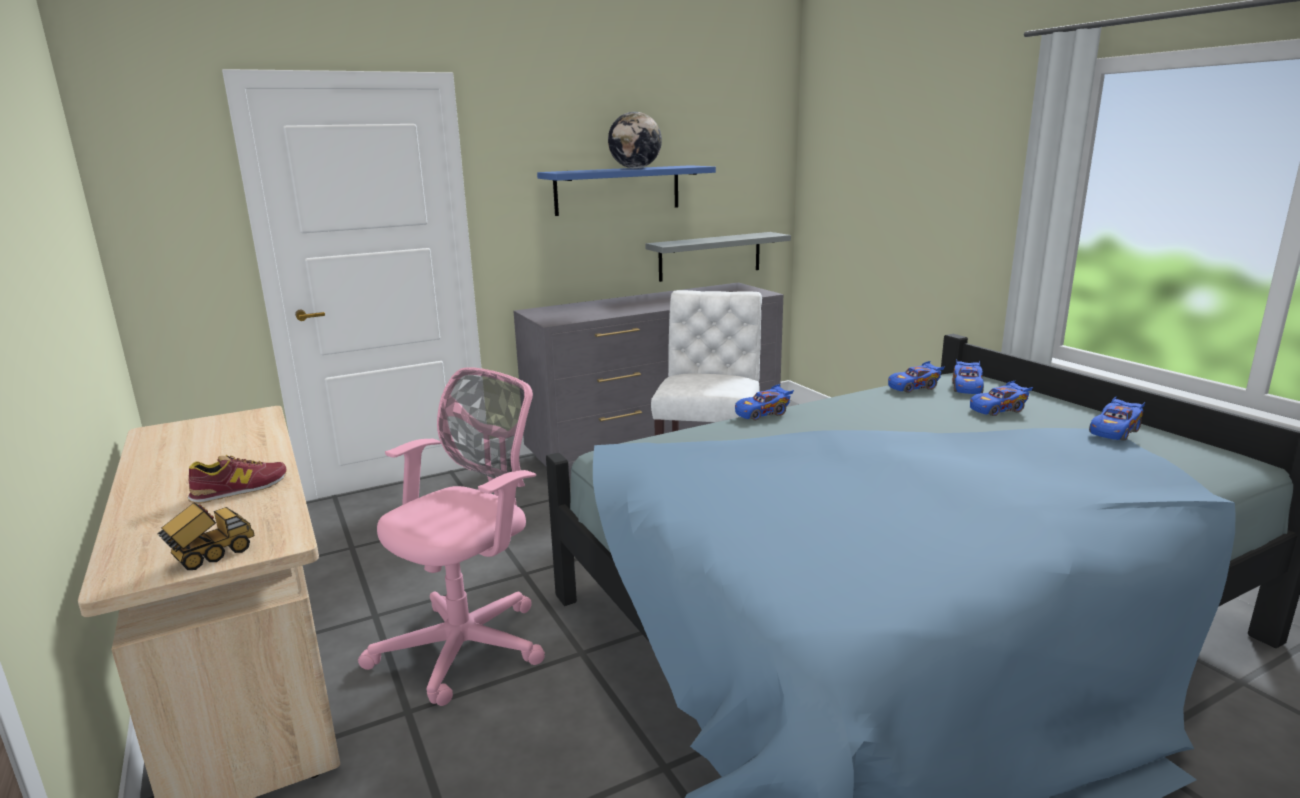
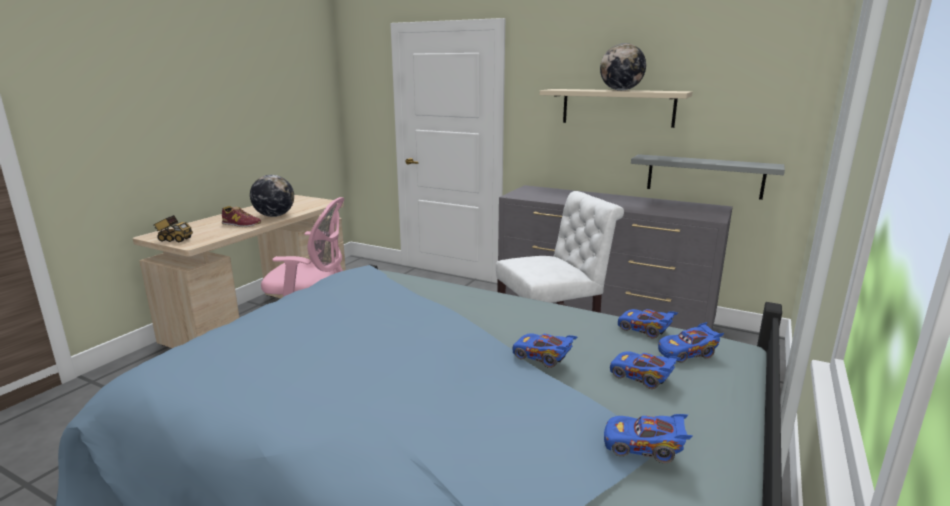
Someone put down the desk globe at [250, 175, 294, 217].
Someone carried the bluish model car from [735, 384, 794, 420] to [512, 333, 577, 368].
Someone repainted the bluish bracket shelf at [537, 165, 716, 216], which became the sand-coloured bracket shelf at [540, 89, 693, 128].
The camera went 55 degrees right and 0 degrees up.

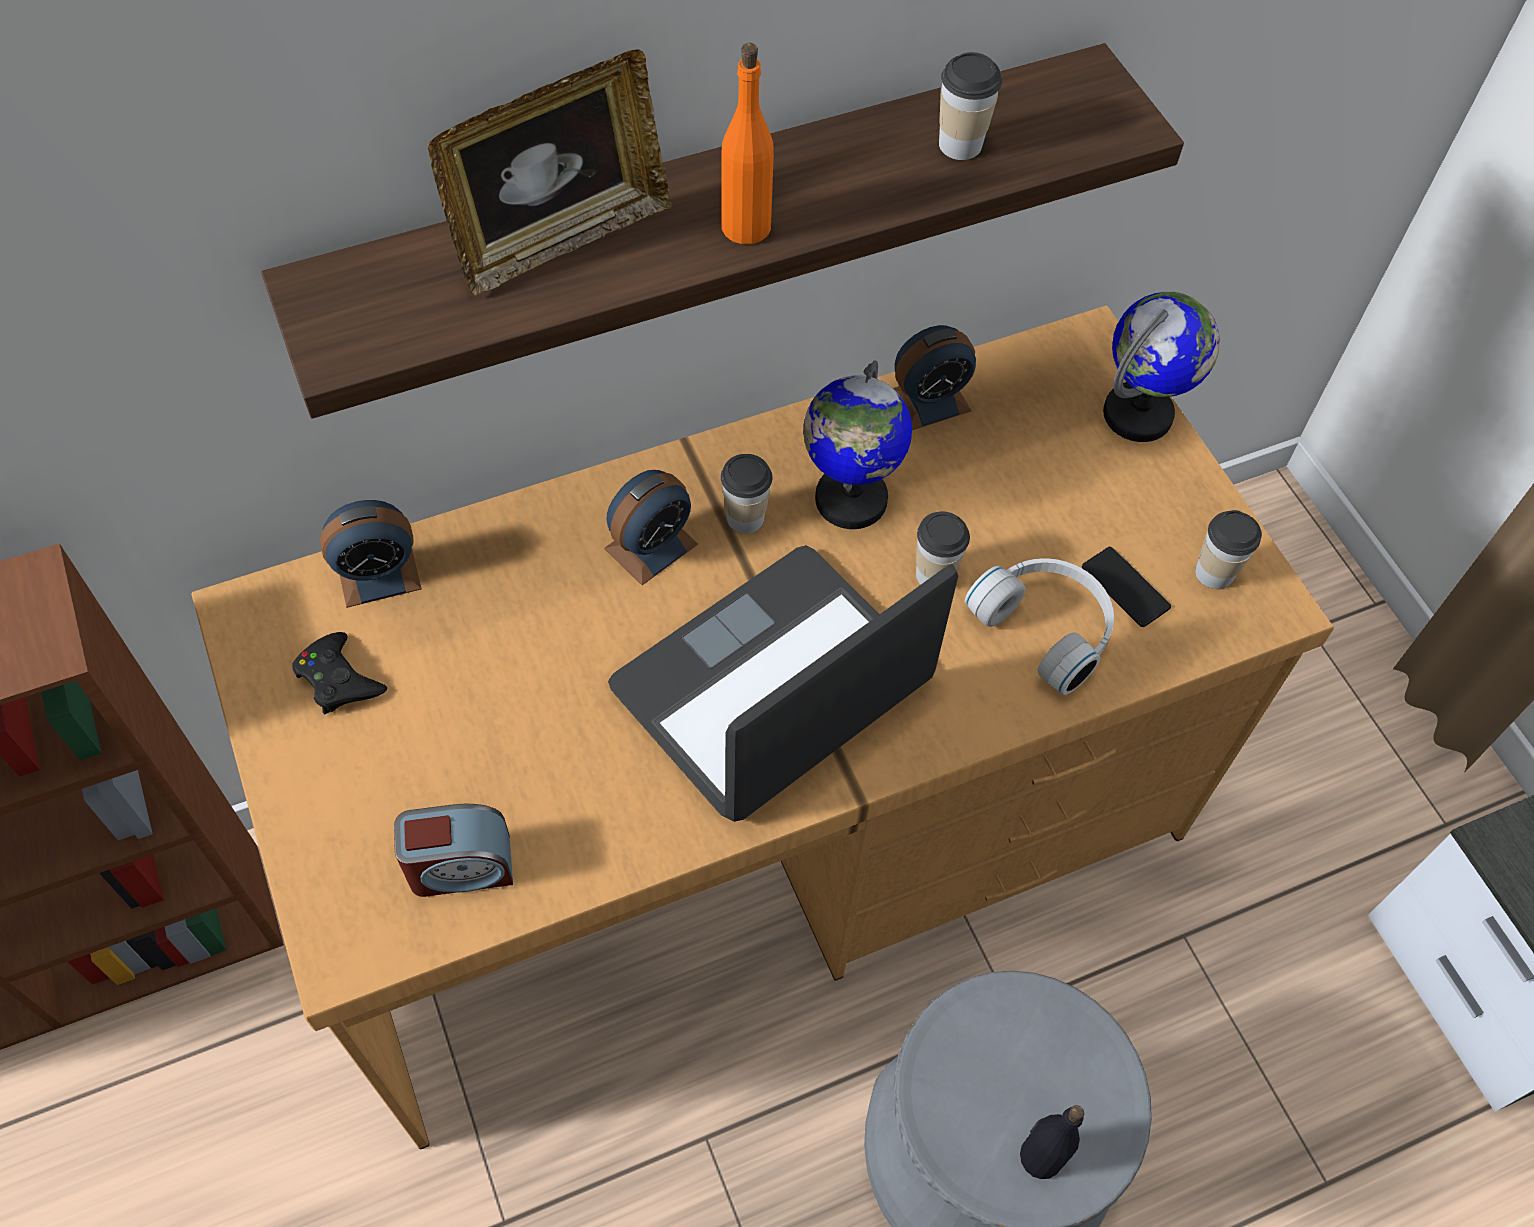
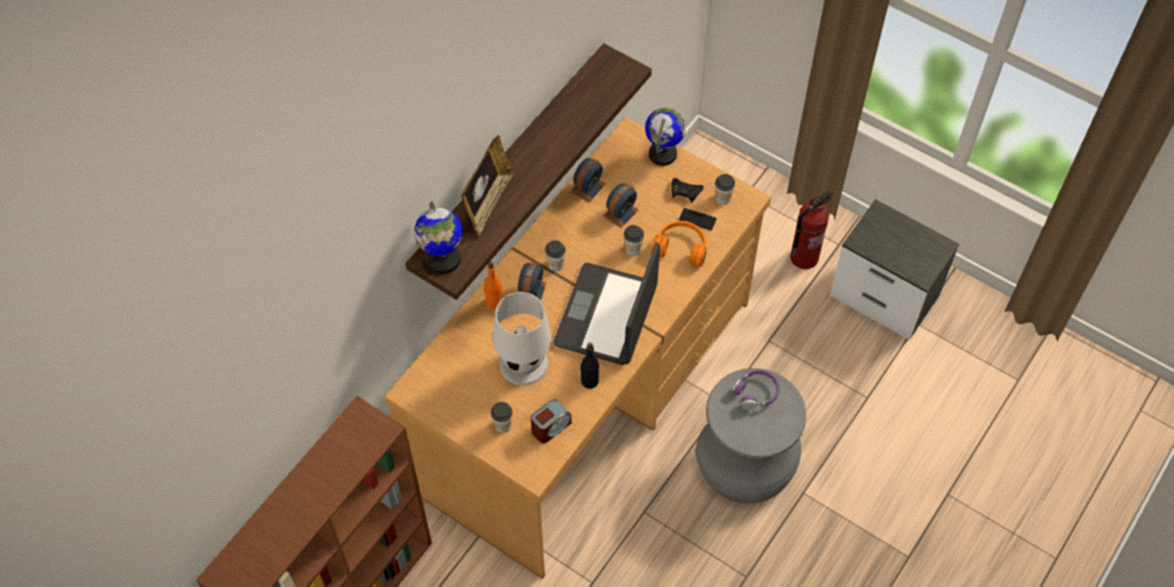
Someone put down the whitish tabletop lamp at [492, 292, 551, 386].
Someone put down the purple headset at [731, 370, 780, 410].
Someone put down the fire extinguisher at [790, 190, 833, 269].
Someone carried the black game controller from [292, 632, 387, 715] to [672, 178, 704, 203].
Someone carried the bedside clock from [320, 500, 422, 608] to [604, 183, 639, 228].
Someone carried the orange-coloured bottle from [722, 43, 774, 244] to [484, 262, 503, 310].
Someone carried the desk globe from [803, 360, 912, 529] to [414, 201, 463, 274].
Someone carried the small cup from [939, 52, 1002, 160] to [491, 402, 512, 433].
Someone carried the black bottle from [1020, 1105, 1084, 1179] to [580, 343, 599, 389].
Someone repainted the whitish headset at [965, 558, 1114, 695], which became the orange-coloured headset at [651, 221, 707, 266].
The camera went 30 degrees left and 0 degrees up.

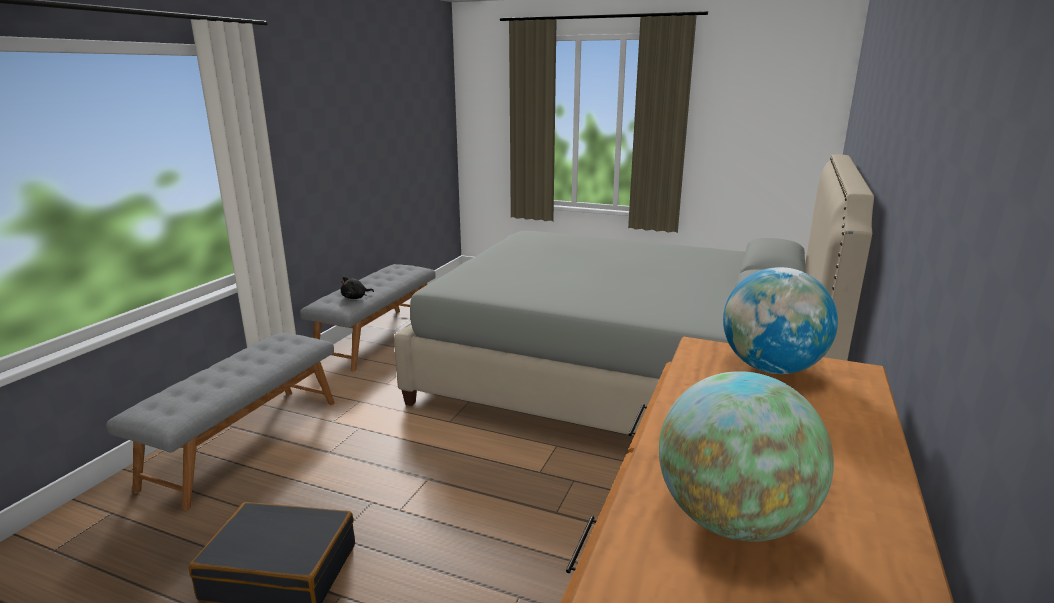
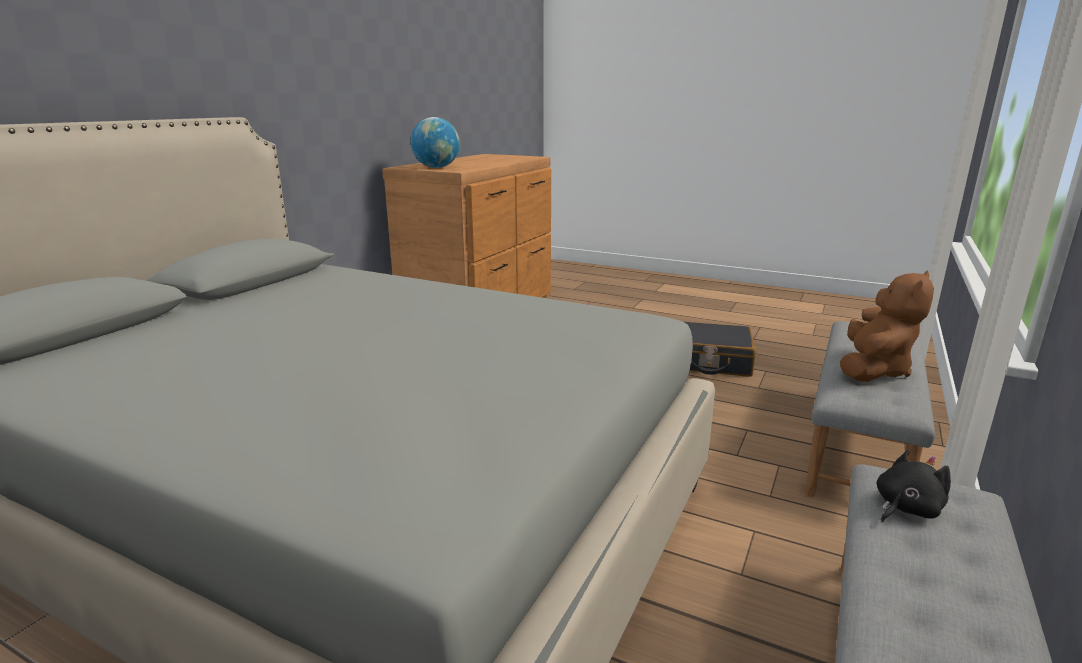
Someone took away the desk globe at [659, 371, 834, 542].
Someone put down the brown-coloured soft toy at [840, 271, 934, 382].
The camera went 175 degrees left and 0 degrees up.

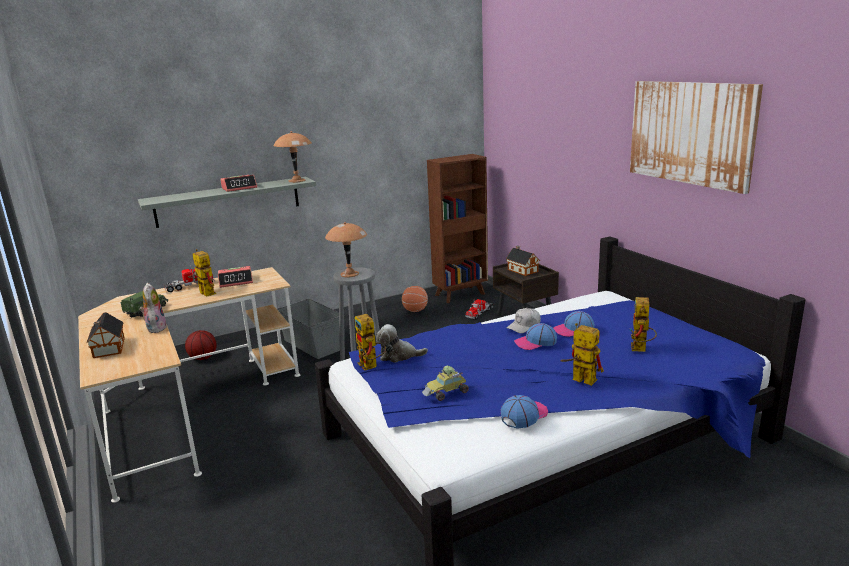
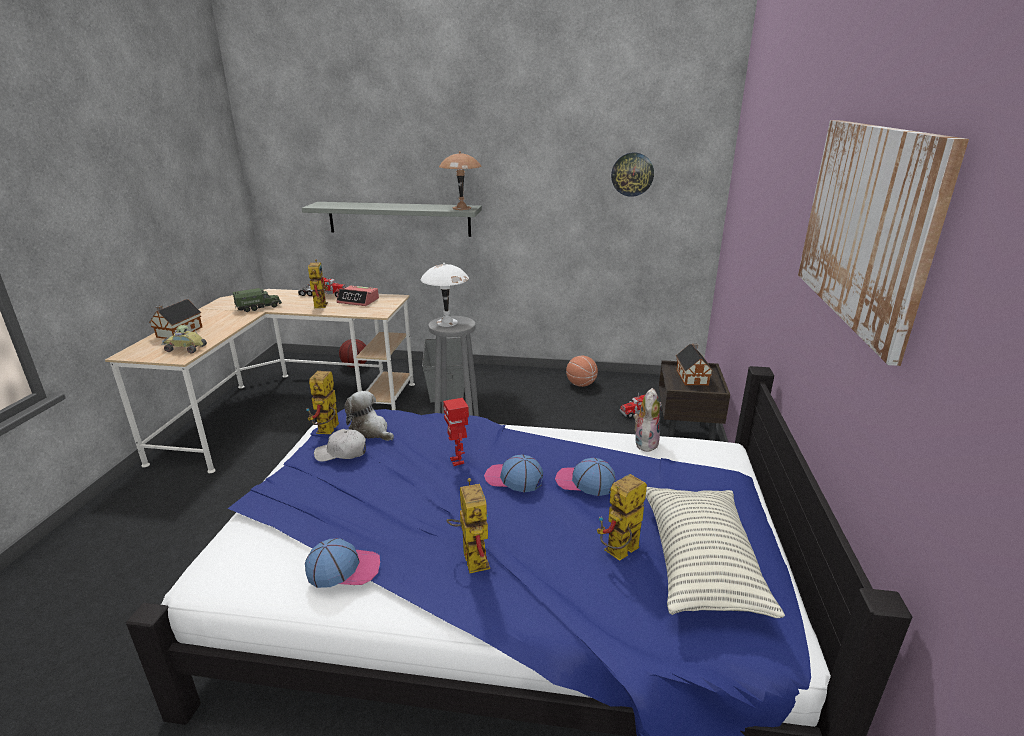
Someone took away the bedside clock at [220, 175, 257, 192].
Someone took away the brown-coloured bookshelf at [427, 154, 488, 303].
Someone put down the toy robot at [443, 398, 469, 466].
Someone put up the clock on the wall at [611, 152, 654, 197].
Someone put down the cushion at [646, 487, 785, 618].
Someone carried the soft toy from [139, 283, 167, 333] to [632, 388, 660, 452].
Someone carried the model car from [422, 366, 469, 401] to [161, 325, 207, 354].
Someone carried the whitish cap from [507, 308, 541, 333] to [314, 429, 366, 462].
Someone repainted the brown-coloured tabletop lamp at [325, 222, 367, 278], which became the whitish tabletop lamp at [421, 263, 469, 327].
The camera went 35 degrees right and 5 degrees up.

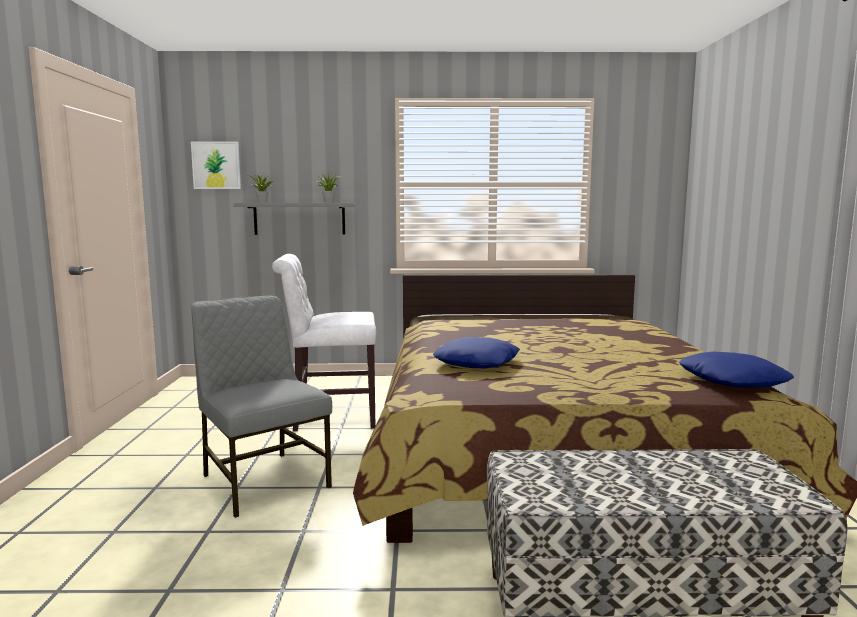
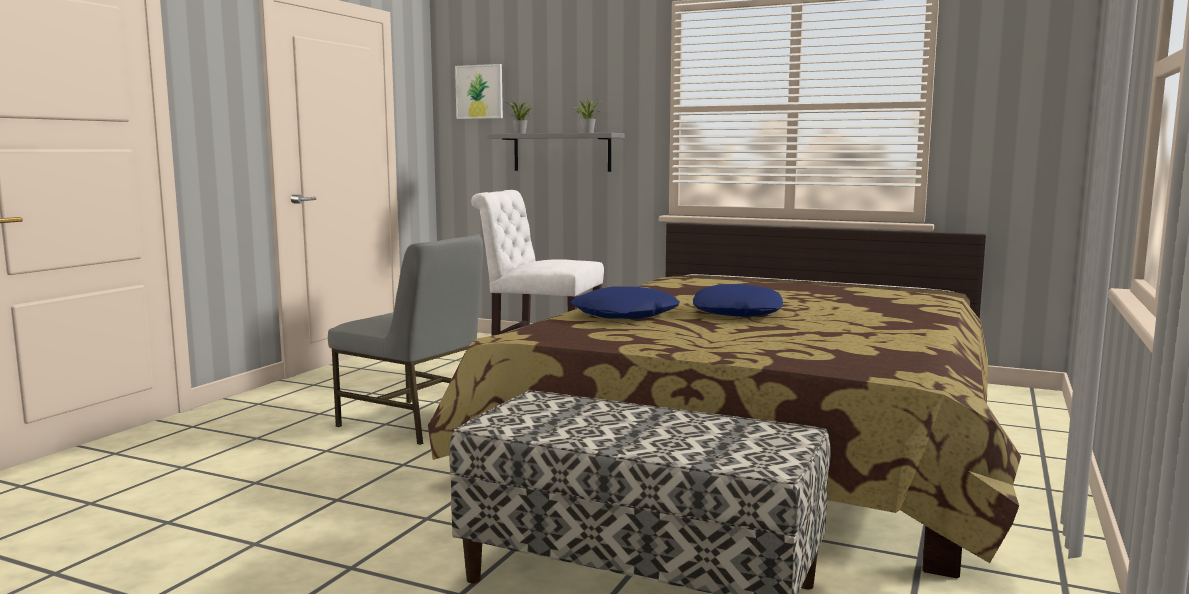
Someone carried the bluish cushion from [679, 351, 794, 388] to [693, 284, 784, 317].
Someone rotated the grey plain chair at [191, 296, 332, 518] by 135 degrees clockwise.
The camera went 25 degrees right and 0 degrees up.

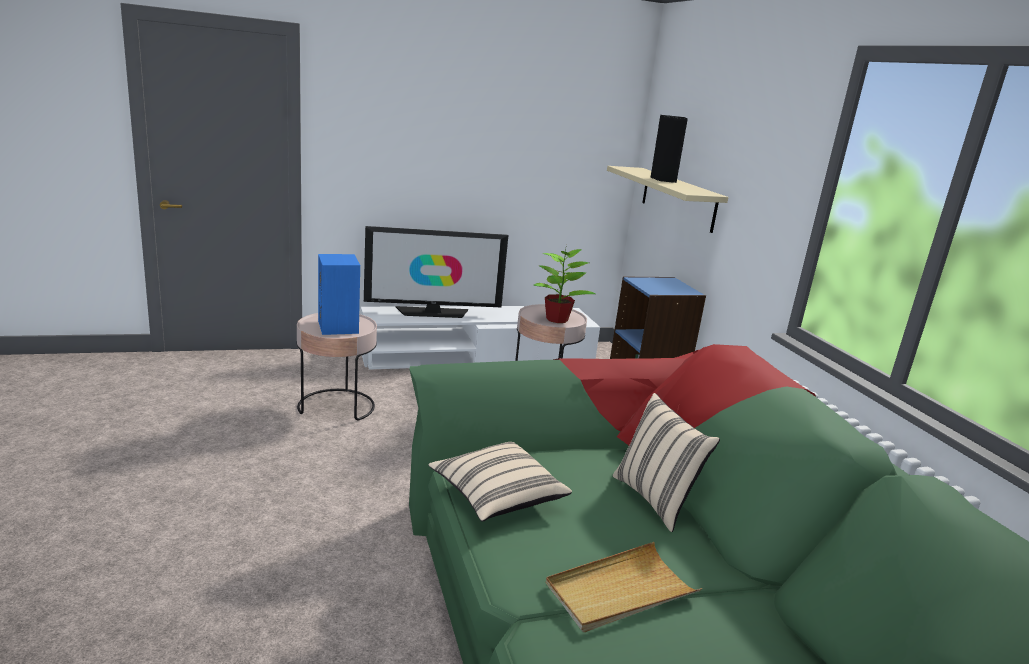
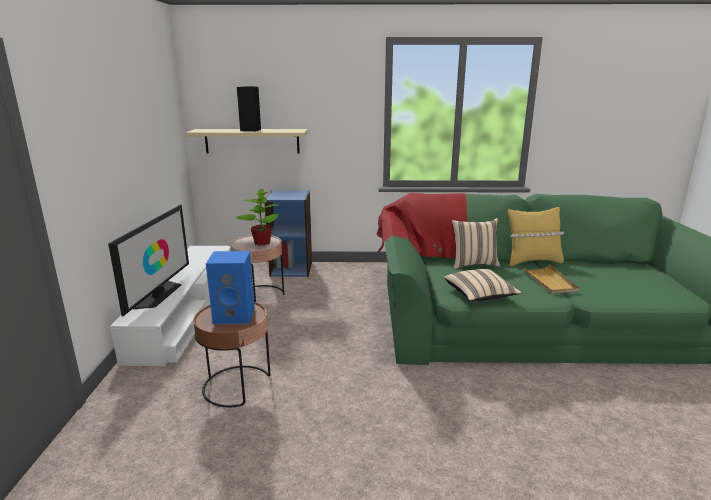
Someone put down the yellowish cushion at [508, 207, 564, 266].
Someone repainted the pinkish accent table at [297, 313, 377, 420], which became the brown-coloured accent table at [193, 302, 270, 407].
The camera went 70 degrees left and 0 degrees up.

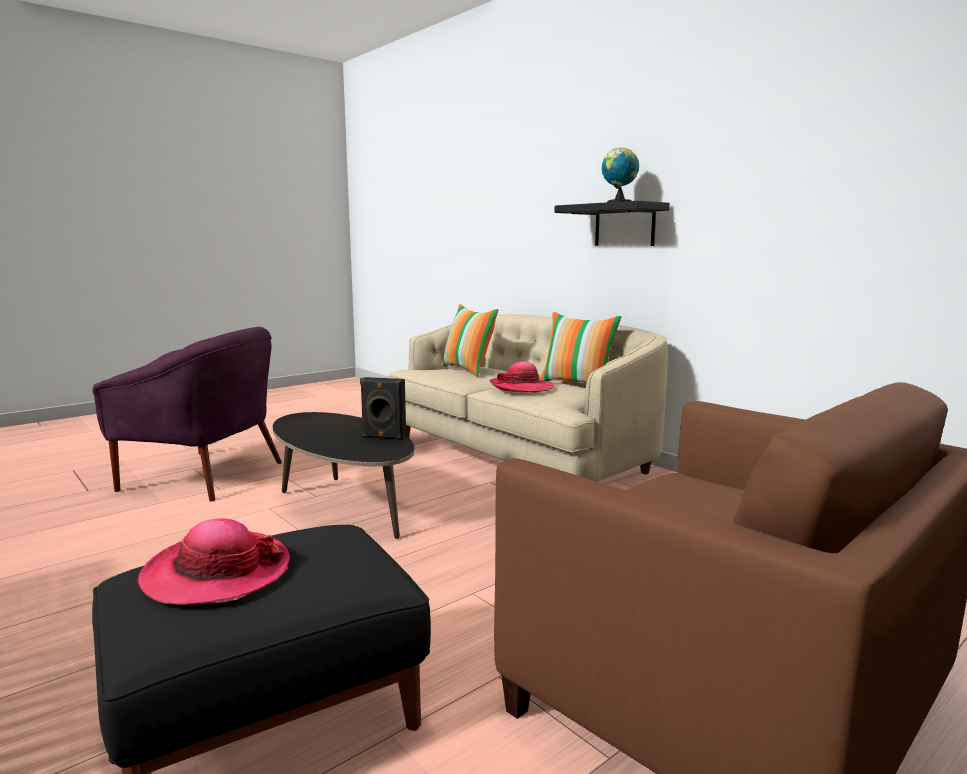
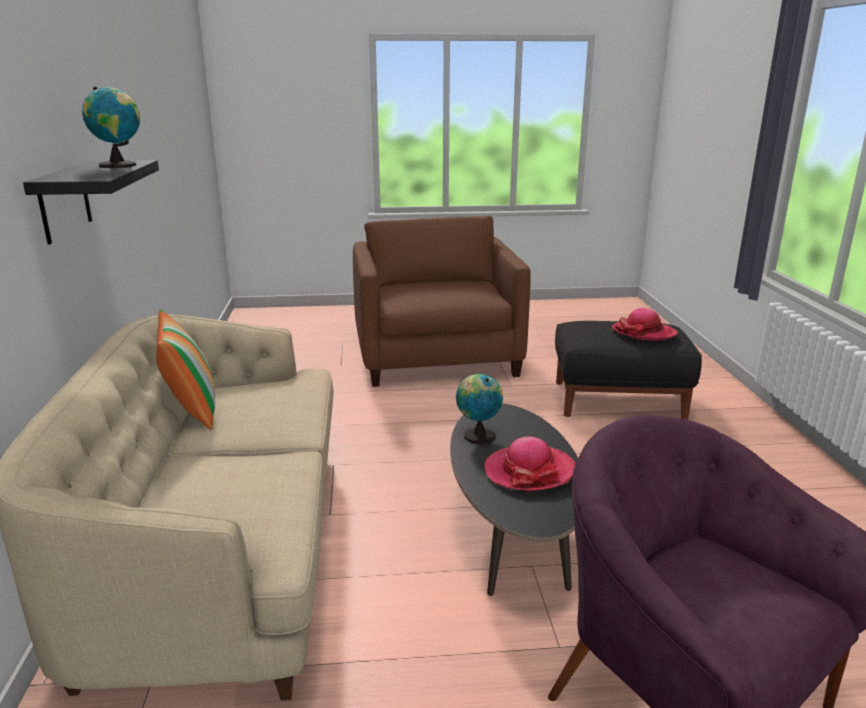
Someone took away the cushion at [441, 304, 498, 377].
Someone carried the wearable hat from [489, 361, 554, 392] to [484, 436, 576, 491].
Someone swapped the black speaker at [360, 377, 406, 440] for the desk globe at [456, 374, 503, 444].
The camera went 145 degrees left and 10 degrees up.

